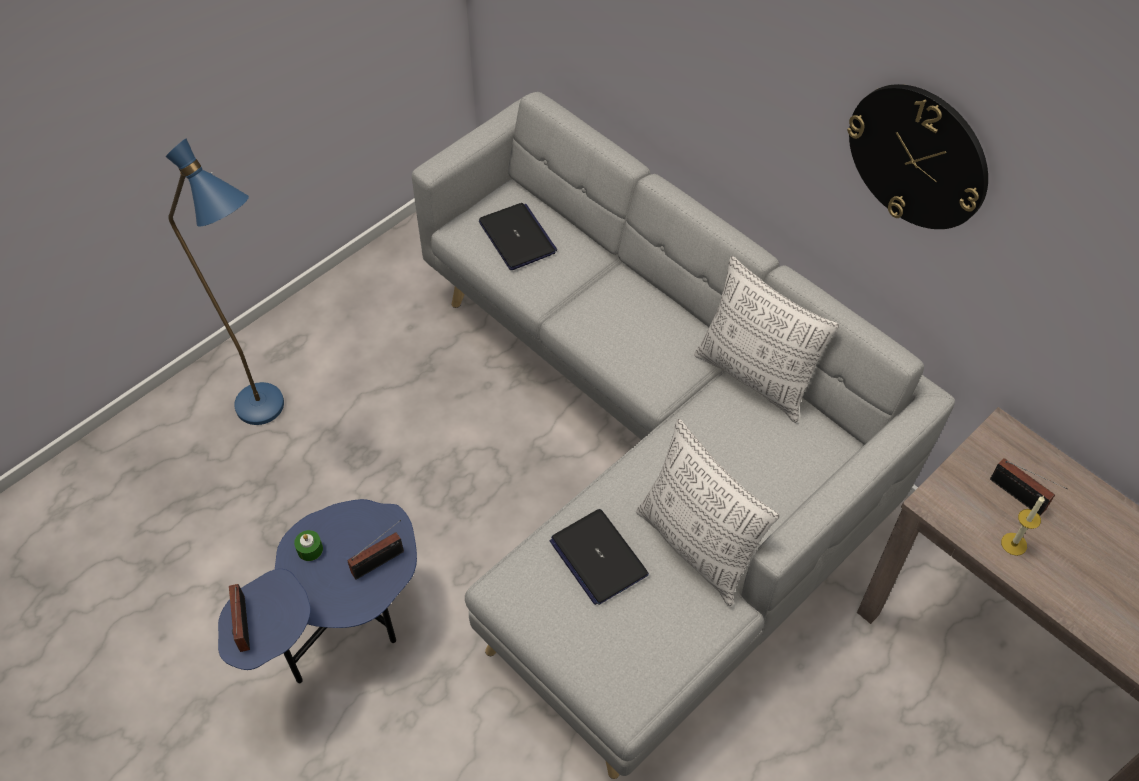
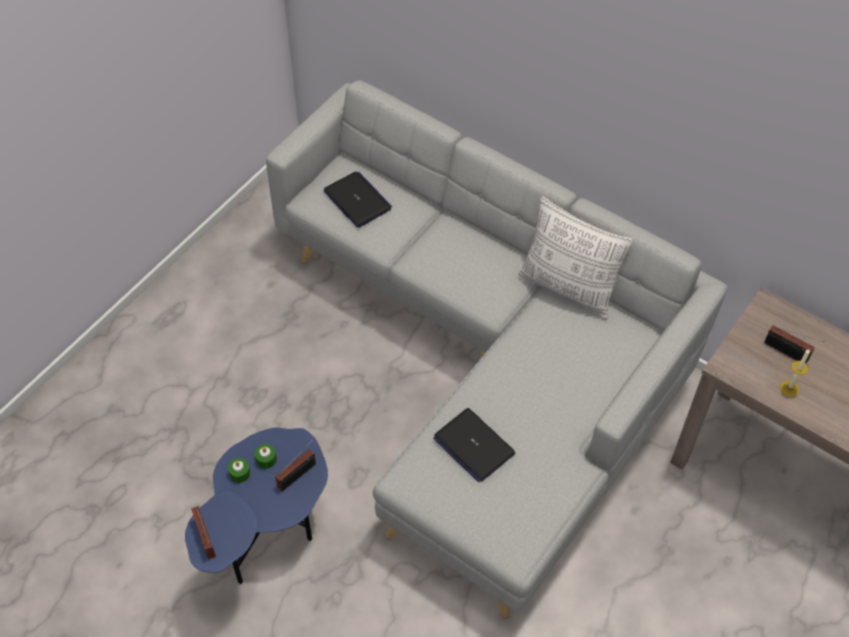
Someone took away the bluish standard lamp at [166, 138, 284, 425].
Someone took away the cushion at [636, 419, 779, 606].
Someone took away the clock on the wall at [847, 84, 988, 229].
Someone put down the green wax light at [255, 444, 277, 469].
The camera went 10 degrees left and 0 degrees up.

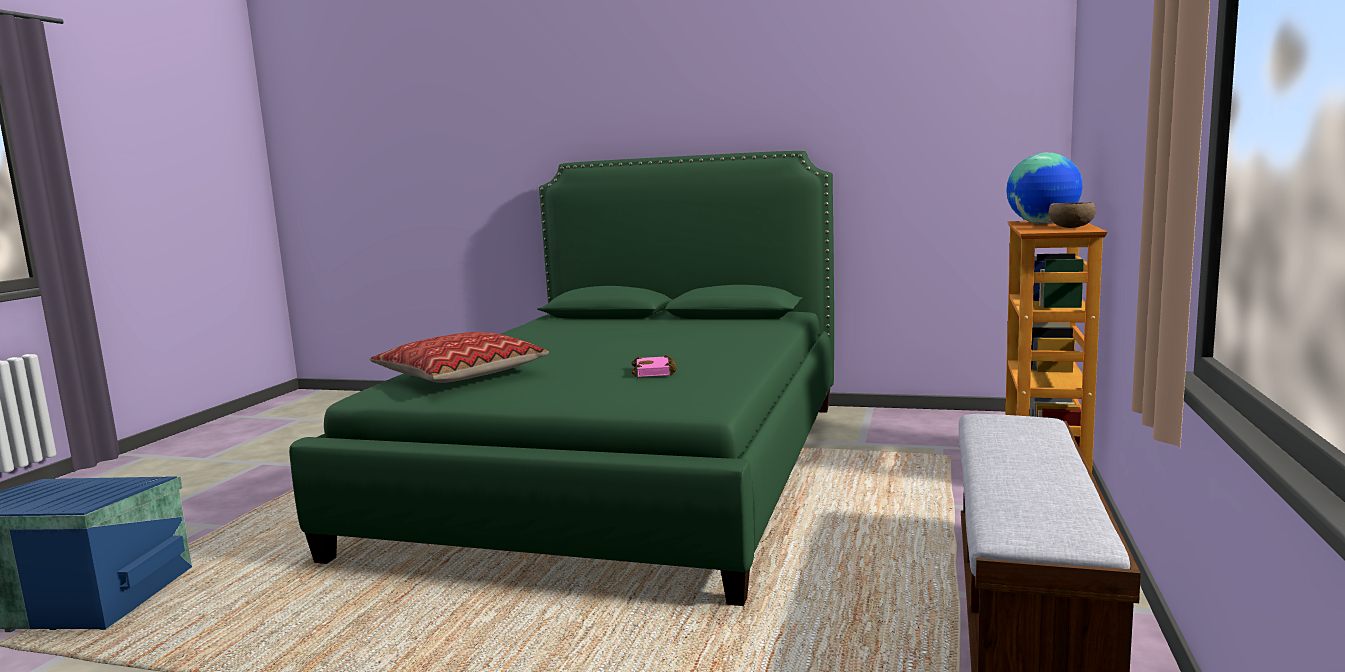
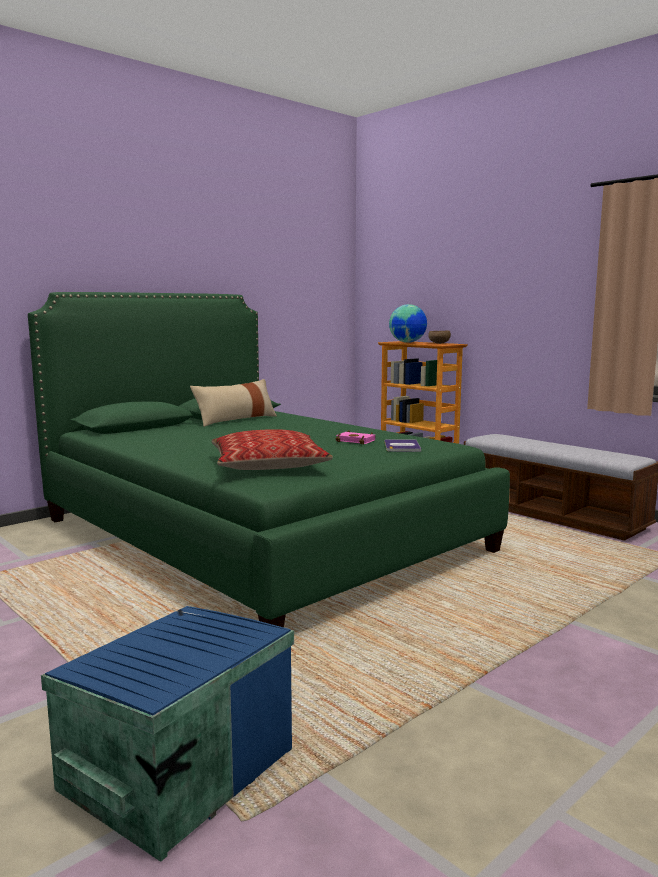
Someone put down the sand-coloured cushion at [190, 379, 277, 427].
Someone put down the book at [385, 439, 421, 452].
The camera went 60 degrees left and 0 degrees up.

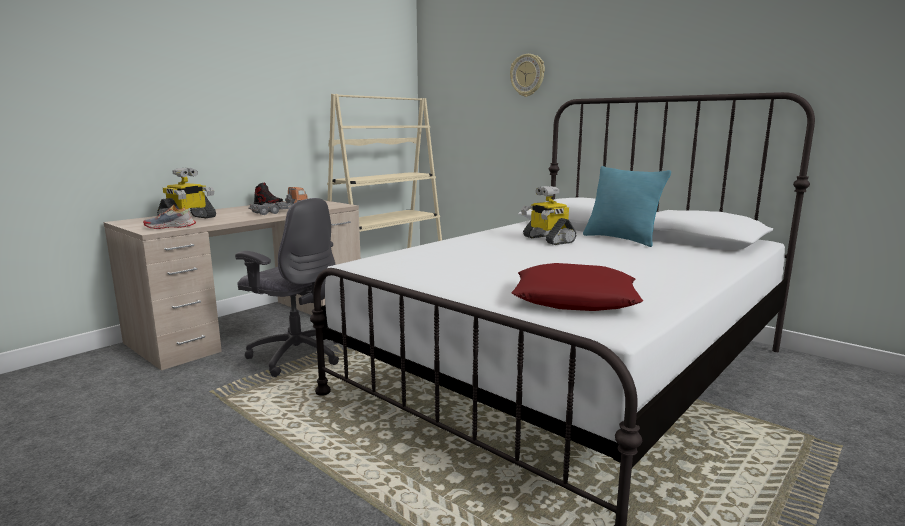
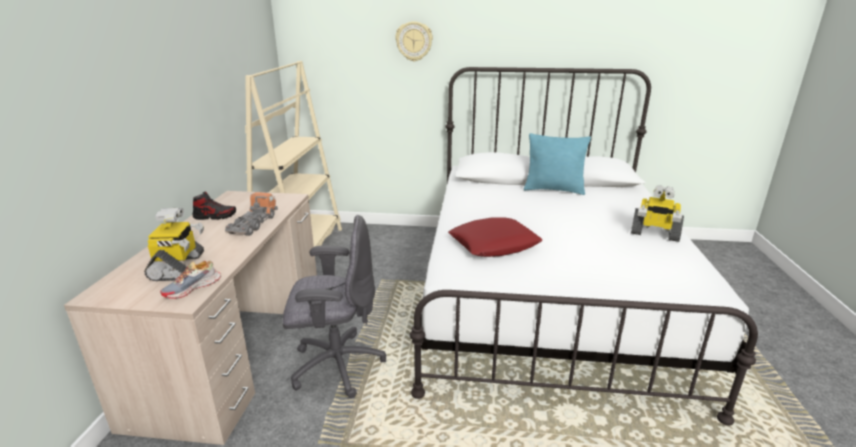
Someone carried the reddish cushion from [512, 263, 643, 311] to [448, 217, 542, 257].
Someone carried the toy robot from [521, 186, 576, 245] to [631, 185, 684, 242].
The camera went 35 degrees left and 10 degrees up.

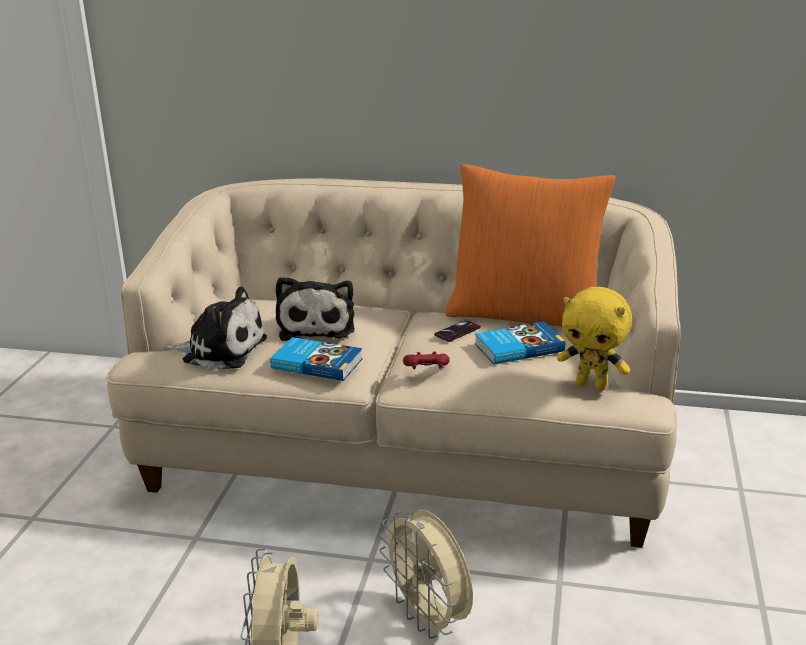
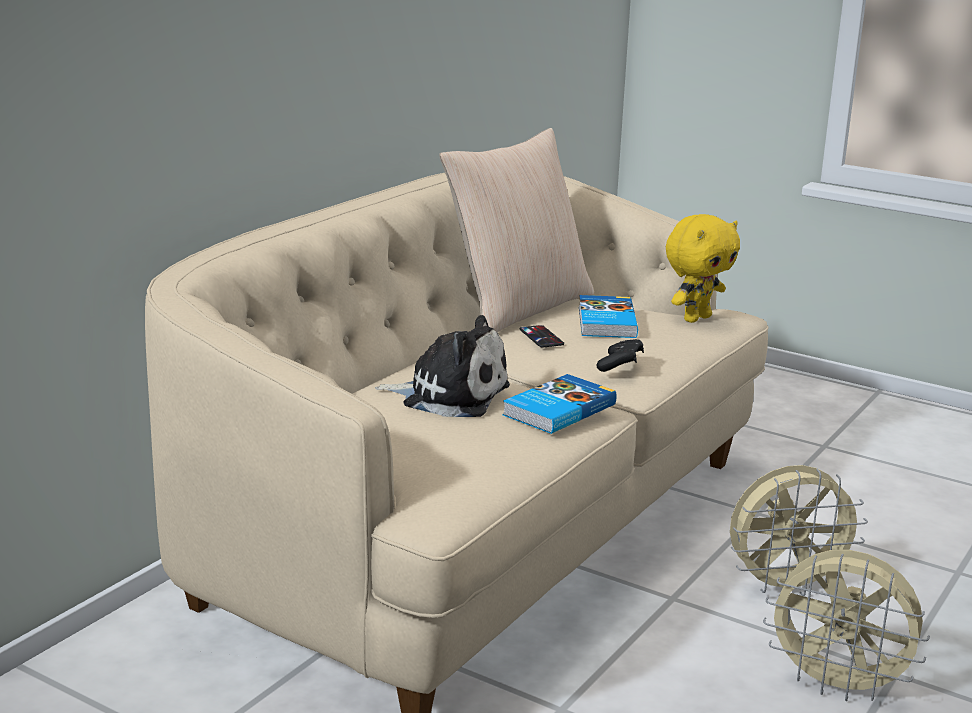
Someone took away the soft toy at [164, 287, 267, 370].
Someone repainted the reddish game controller at [403, 351, 450, 370], which became the black game controller at [597, 339, 644, 372].
Someone repainted the orange-coloured cushion at [445, 164, 616, 327], which became the sand-coloured cushion at [439, 128, 594, 332].
The camera went 70 degrees left and 5 degrees down.

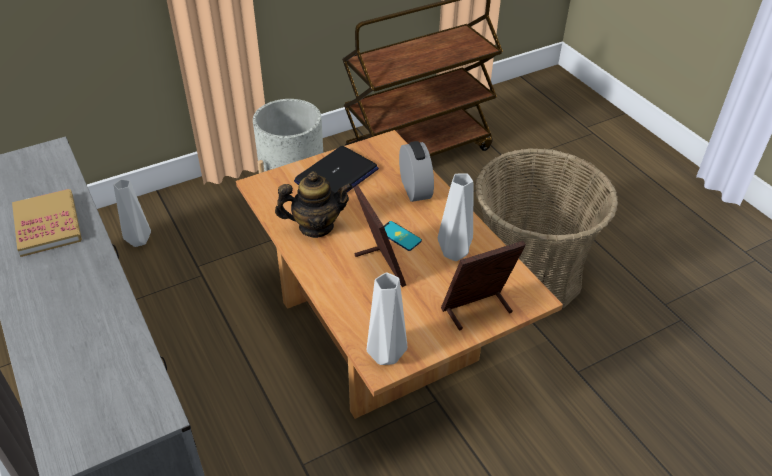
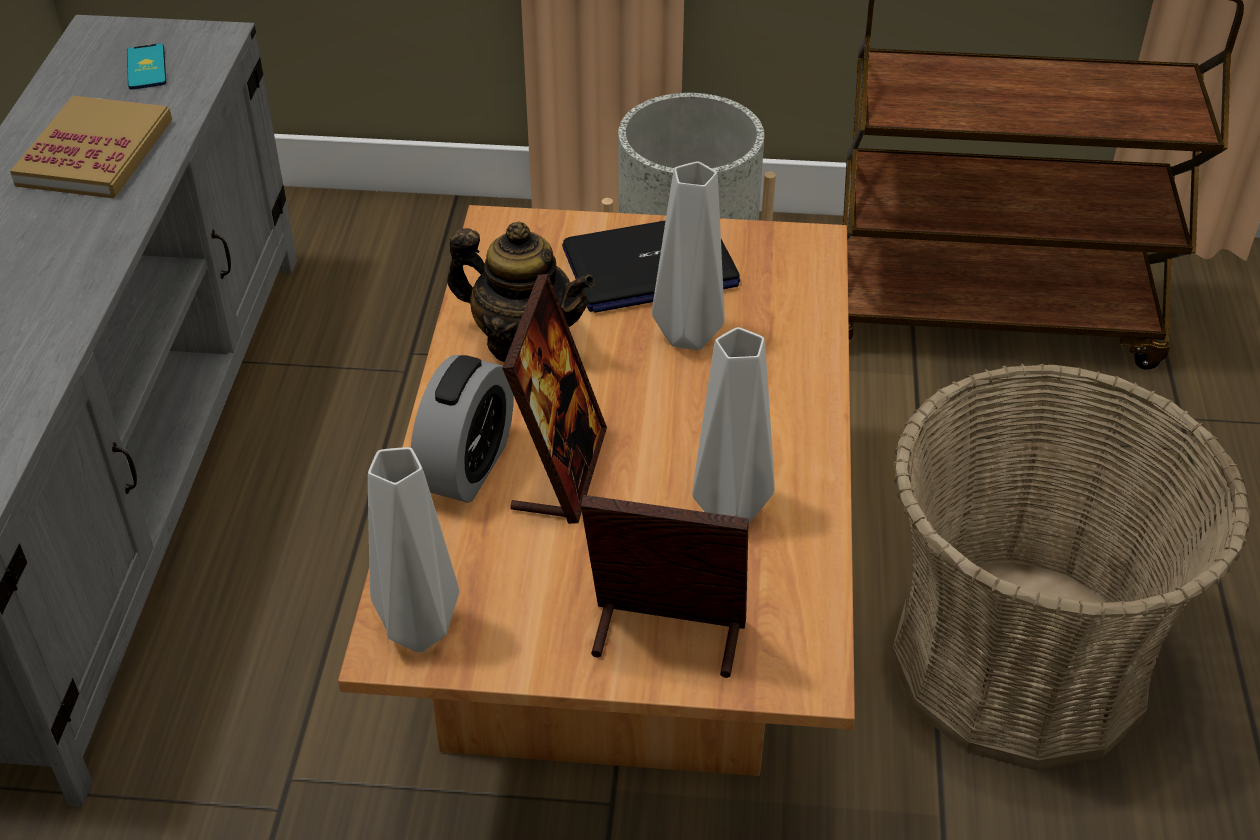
Someone carried the grey vase from [114, 179, 151, 247] to [652, 161, 725, 350].
Someone carried the phone from [384, 221, 422, 251] to [127, 43, 166, 90].
Someone carried the bedside clock from [399, 141, 434, 202] to [411, 355, 514, 503].
The camera went 35 degrees right and 0 degrees up.

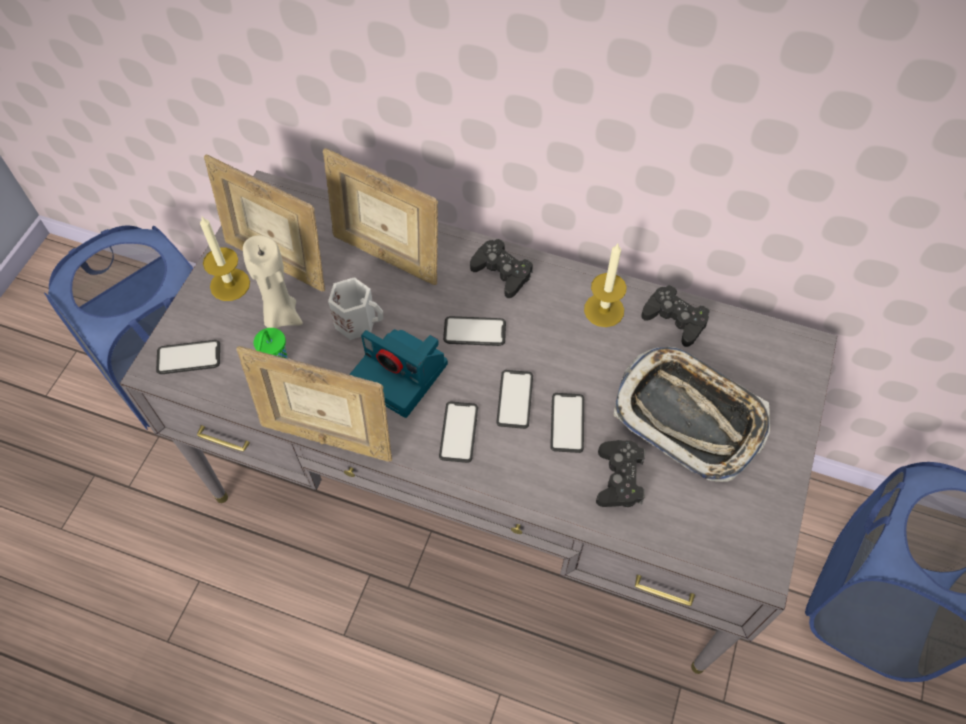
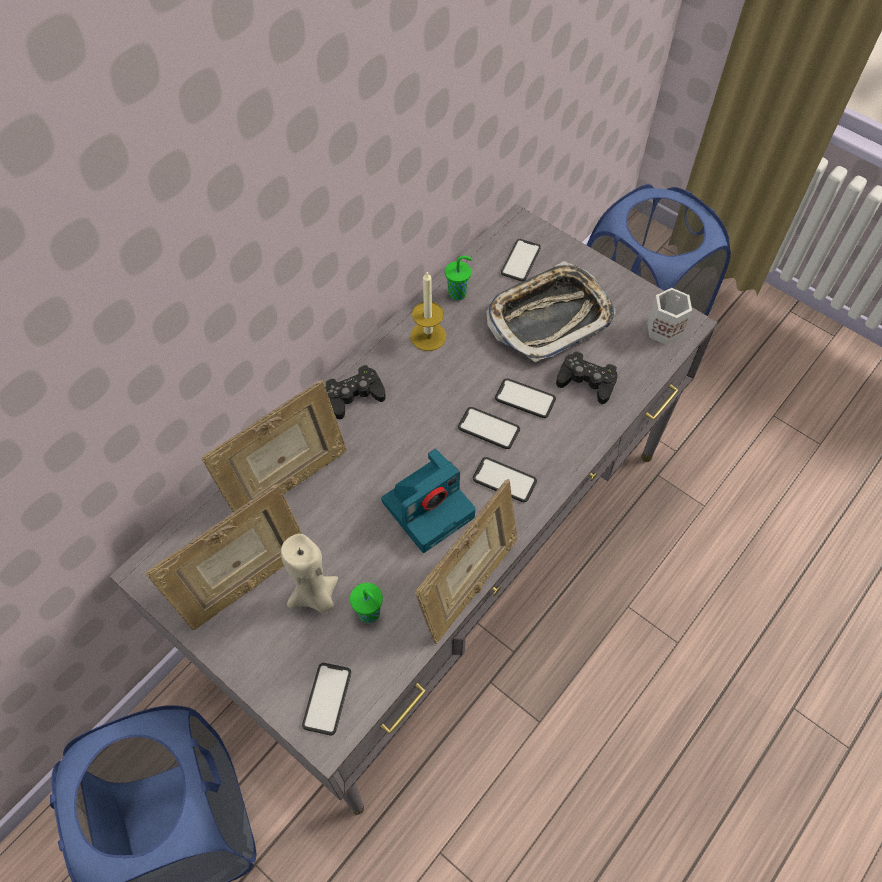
Someone took away the wax light at [200, 217, 250, 301].
Someone carried the whitish coffee mug from [328, 277, 383, 340] to [647, 288, 692, 345].
Someone carried the phone from [443, 316, 506, 346] to [501, 239, 541, 282].
Someone swapped the black game controller at [641, 285, 710, 347] for the green small cup at [445, 256, 472, 300].
The camera went 70 degrees left and 0 degrees up.

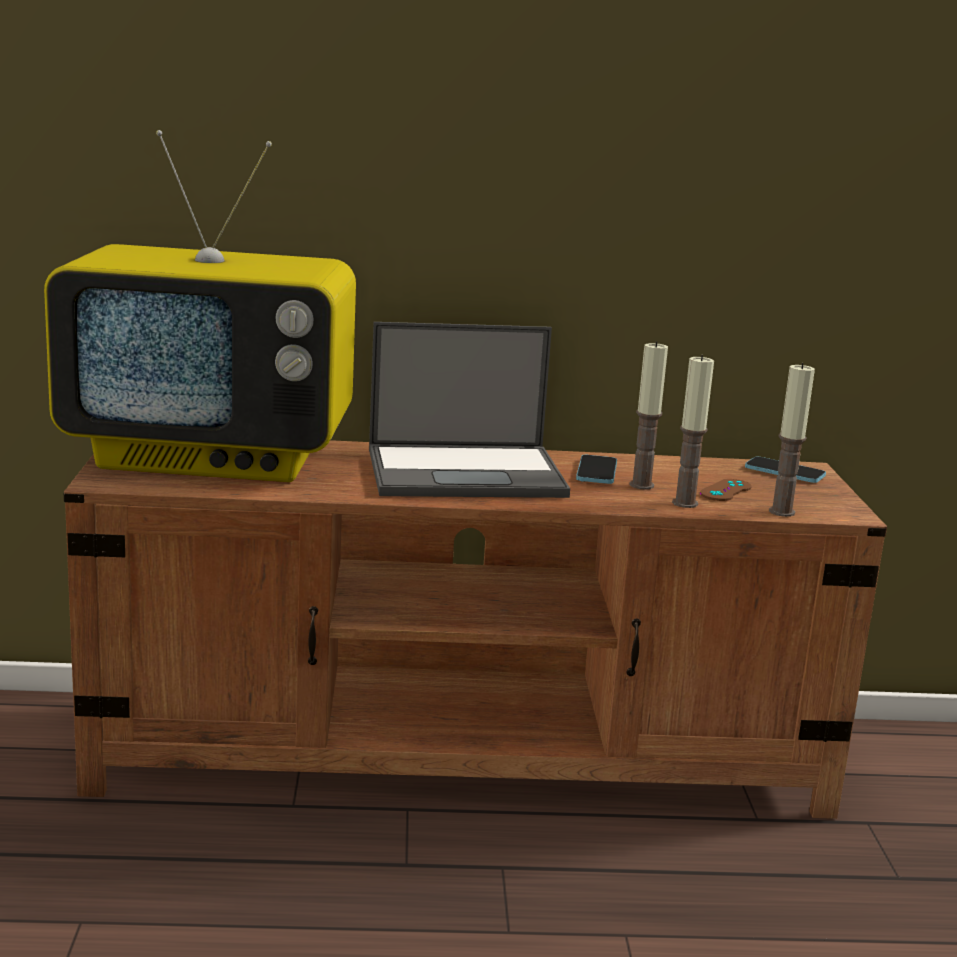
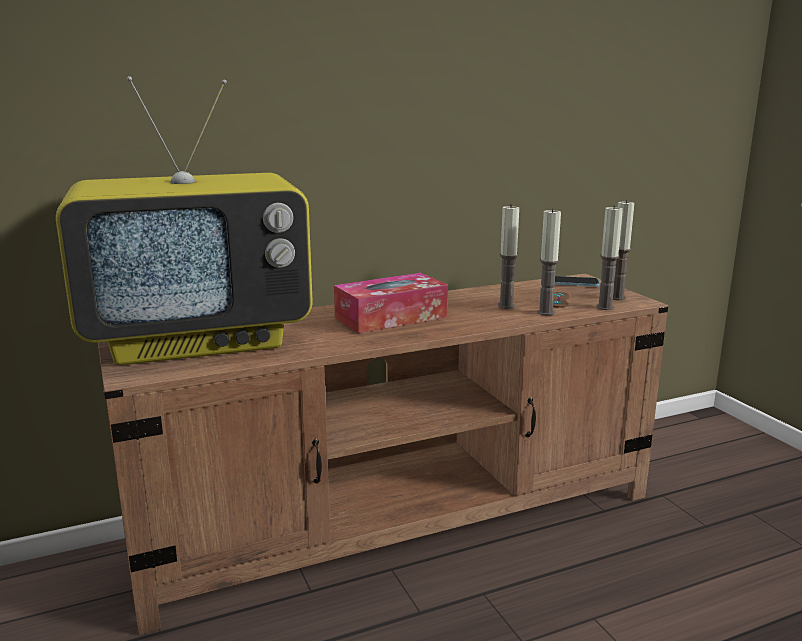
Someone took away the phone at [576, 455, 617, 484].
Someone put down the wax light at [613, 199, 635, 300].
Someone swapped the laptop at [369, 322, 570, 498] for the box of tissues at [334, 273, 448, 333].
The camera went 20 degrees left and 0 degrees up.

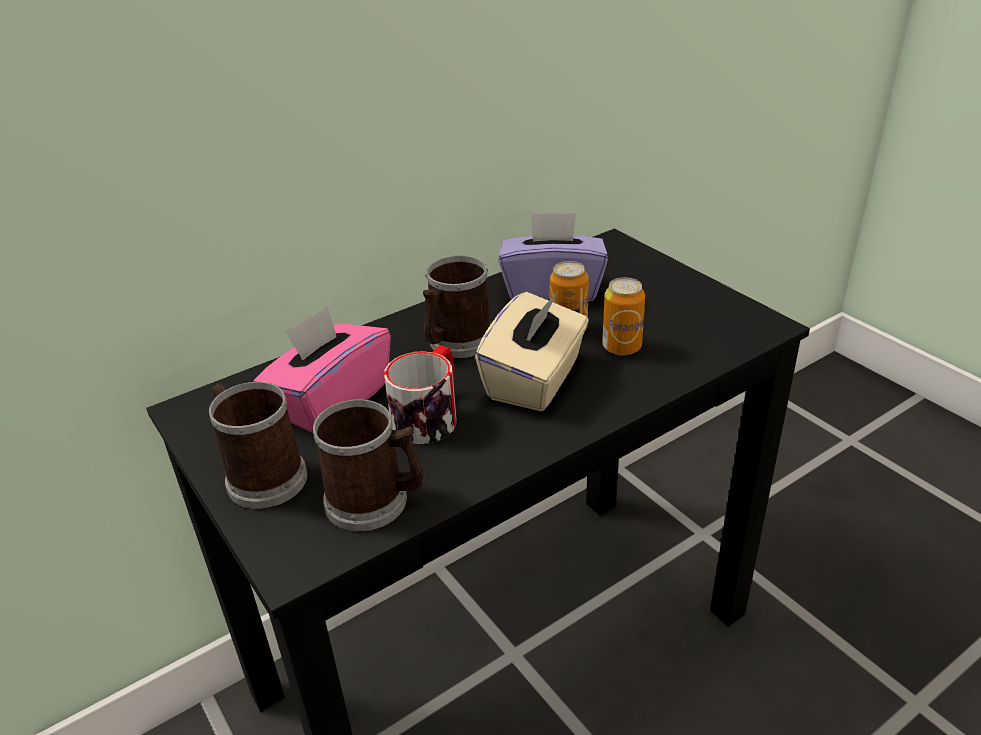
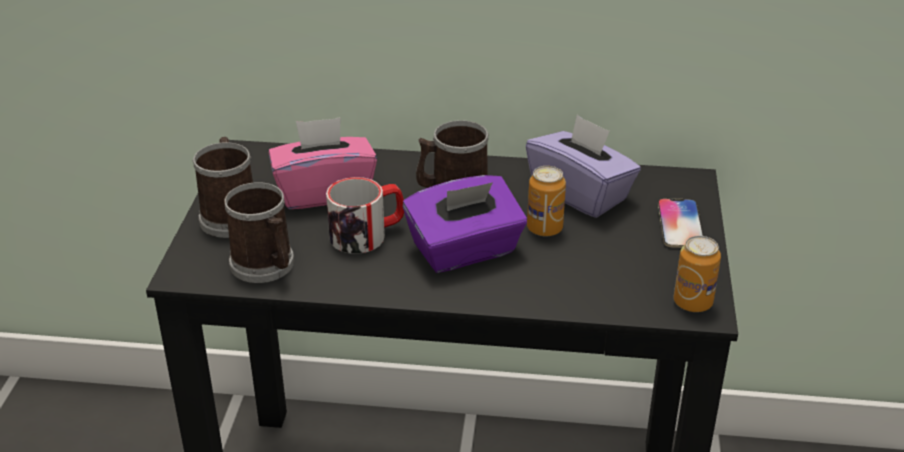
Someone put down the phone at [658, 198, 704, 248].
Someone carried the can from [602, 277, 645, 355] to [674, 236, 721, 312].
Someone repainted the sand-coloured box of tissues at [475, 291, 589, 411], which became the purple box of tissues at [403, 175, 527, 273].
The camera went 40 degrees right and 0 degrees up.

